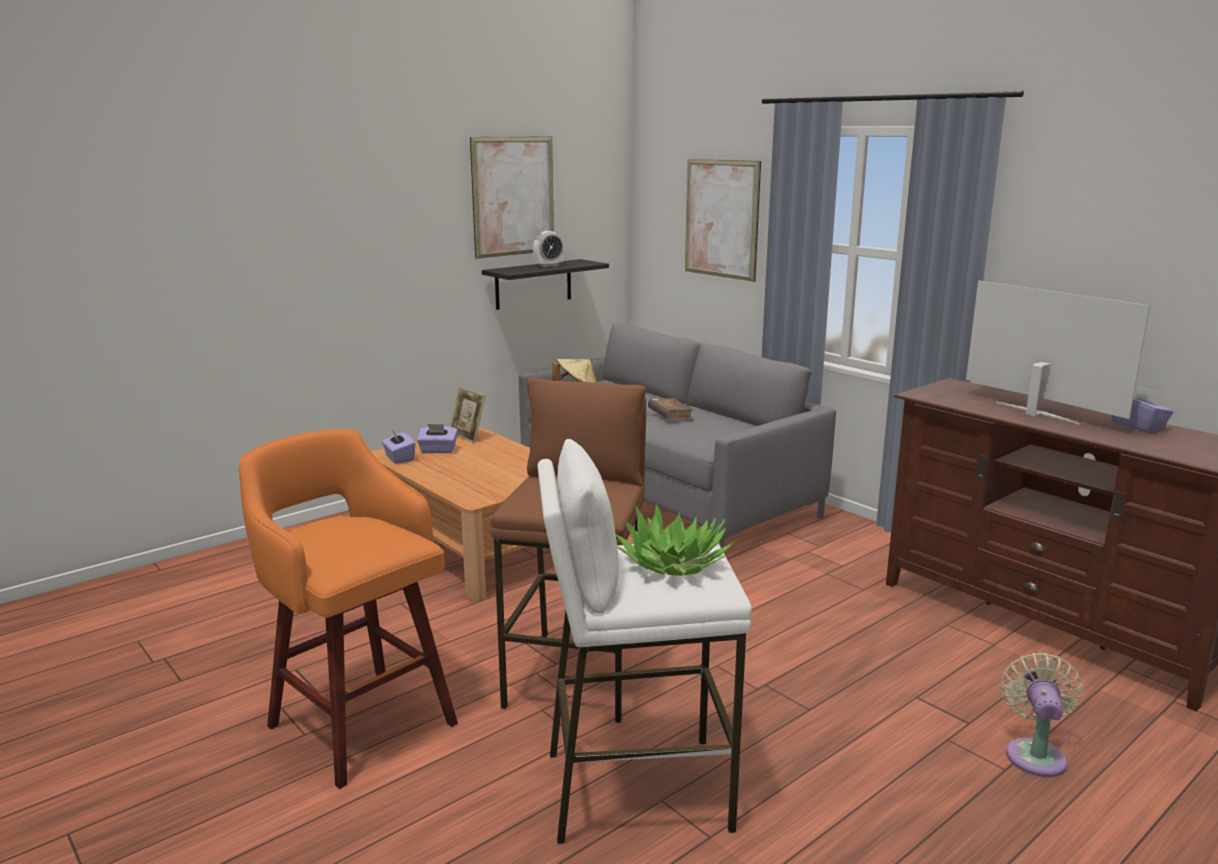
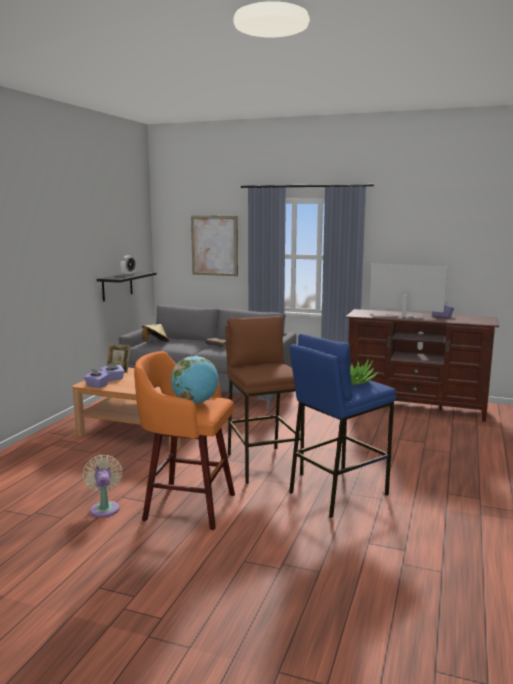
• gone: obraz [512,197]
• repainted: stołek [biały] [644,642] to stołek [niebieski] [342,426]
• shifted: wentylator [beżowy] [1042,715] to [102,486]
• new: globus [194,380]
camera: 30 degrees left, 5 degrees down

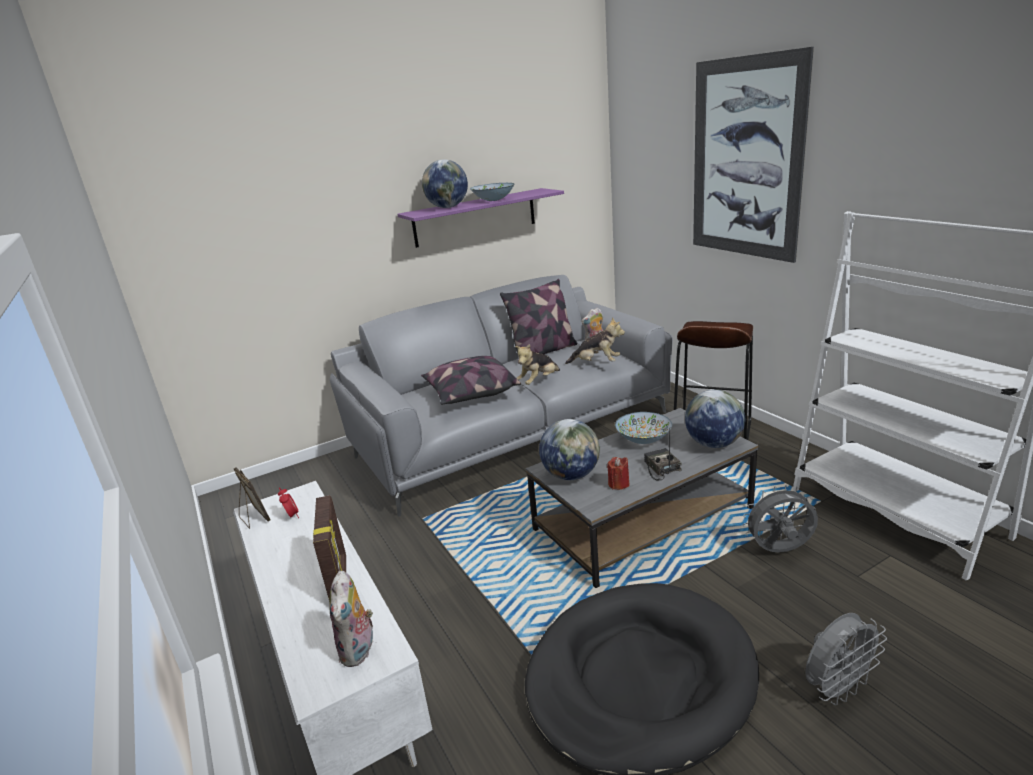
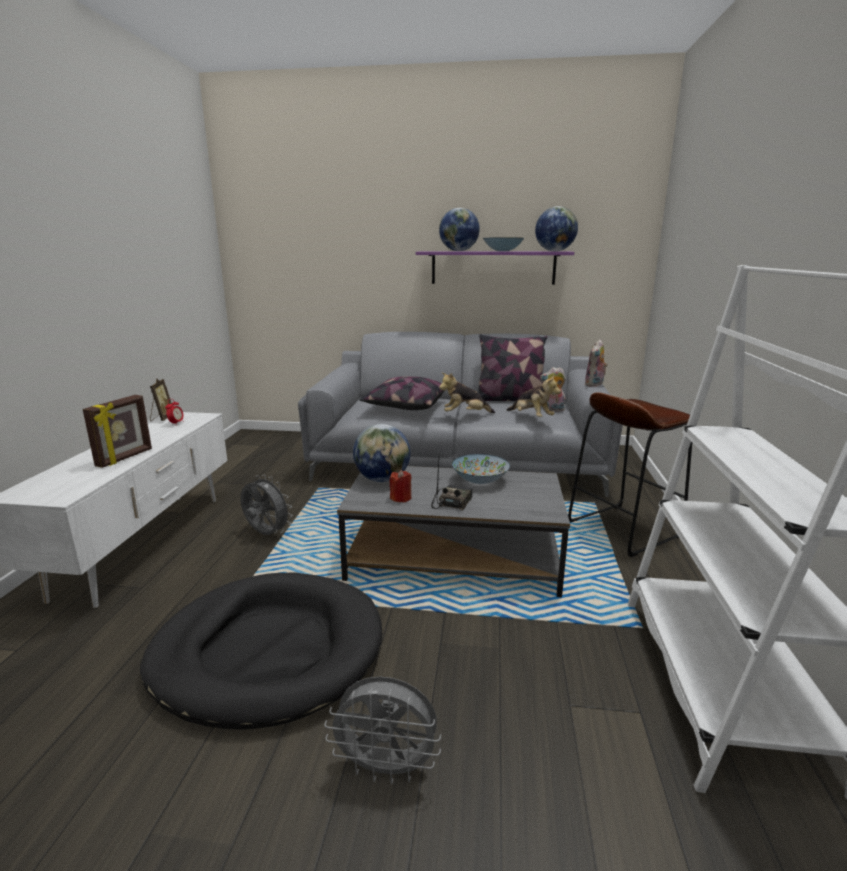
• shifted: pluszak [351,619] to [596,363]
• shifted: globus [715,419] to [556,228]
• gone: obraz [753,155]
• shifted: wentylator [szary] [780,519] to [266,504]
camera: 35 degrees right, 5 degrees down

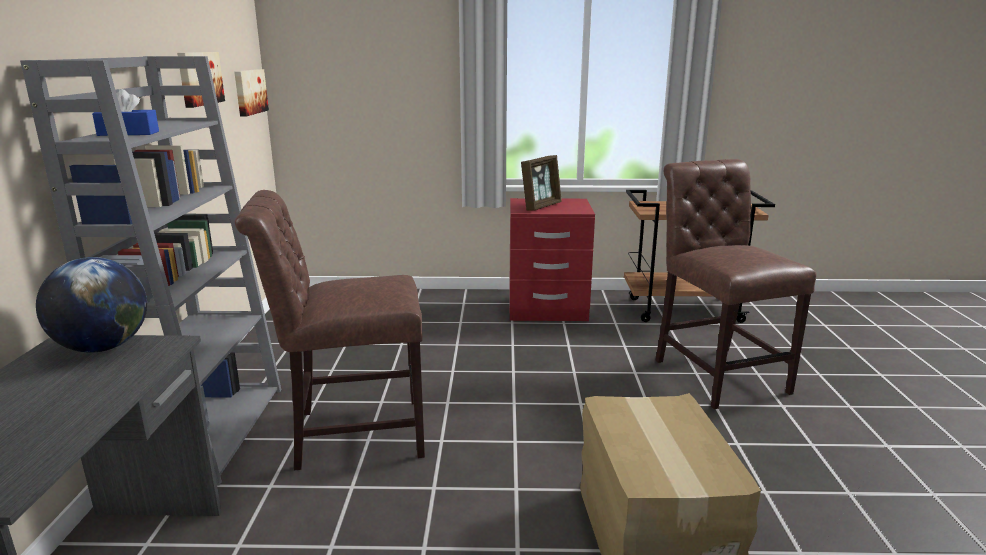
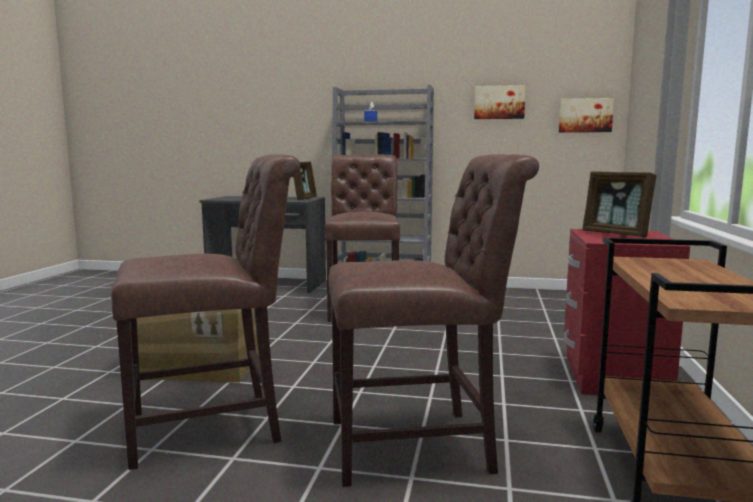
• swapped: globus [91,305] to ramka na zdjęcie [305,181]
• new: krzesło [brązowy] [205,312]
camera: 100 degrees right, 10 degrees down

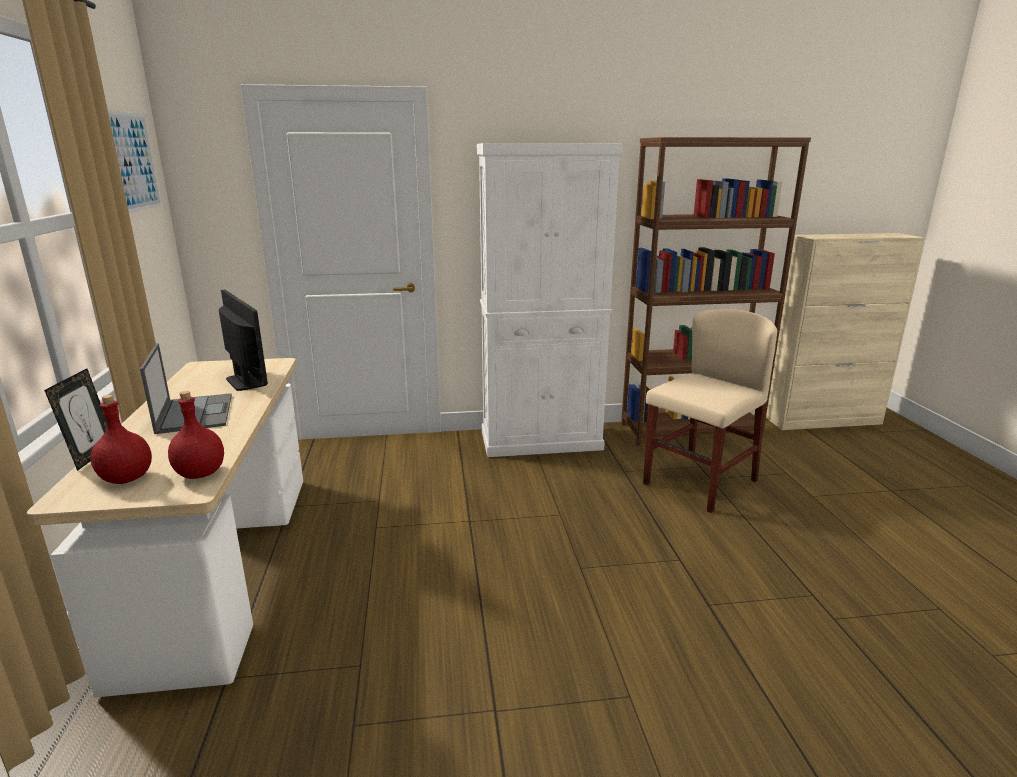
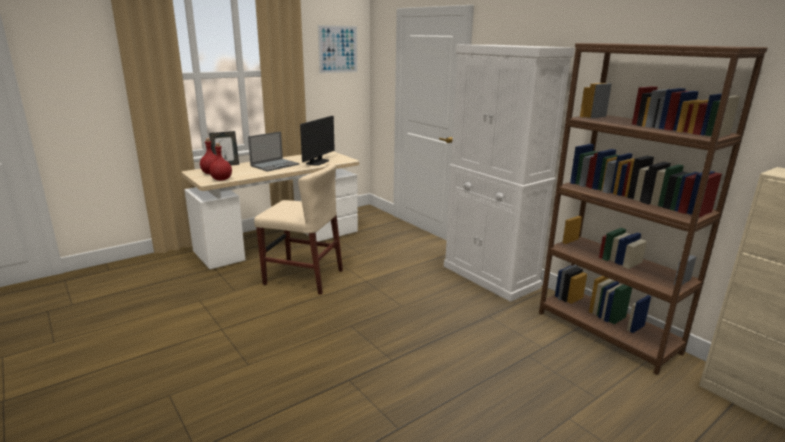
• shifted: krzesło [beżowy] [710,411] to [298,228]
camera: 60 degrees right, 0 degrees up

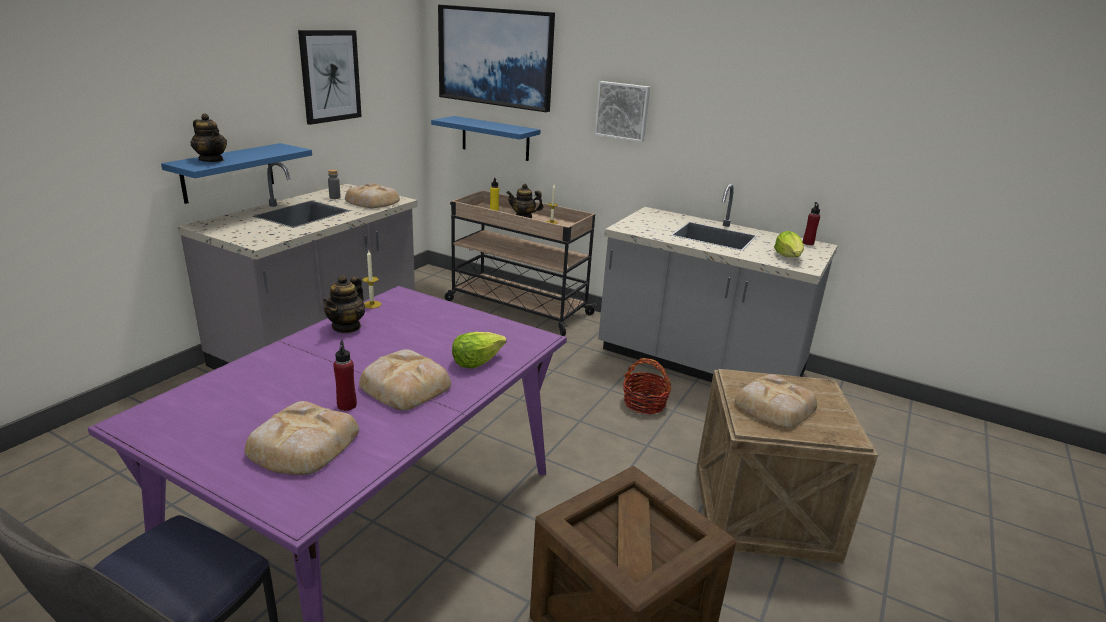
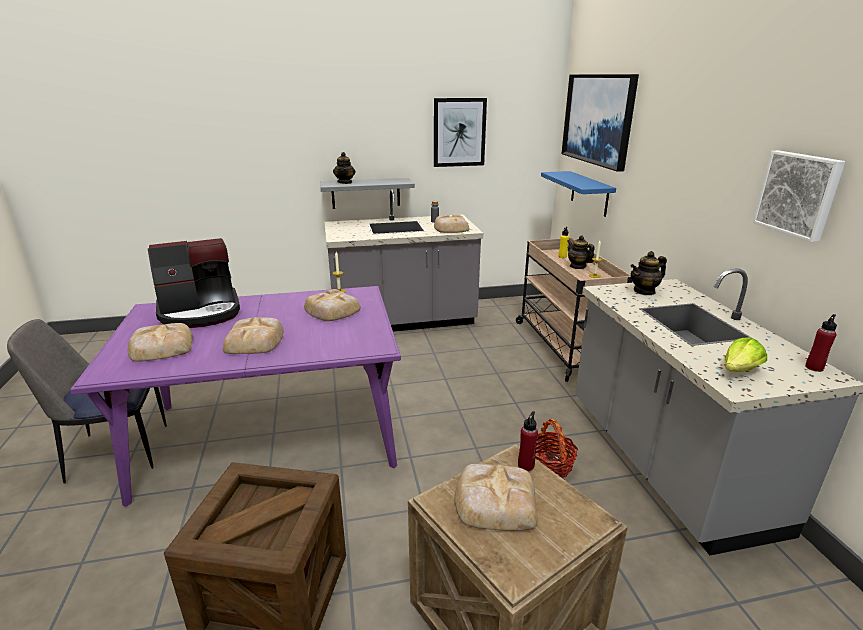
• repainted: półka [niebieski] [236,173] to półka [szary] [367,193]
• shifted: imbryk [344,304] to [649,273]
• shifted: butelka [czerwony] [345,376] to [528,441]
• gone: sałata [479,350]
• shifted: obraz [622,111] to [799,196]
• new: ekspres do kawy [194,283]
• new: chleb [332,305]
camera: 50 degrees right, 0 degrees up

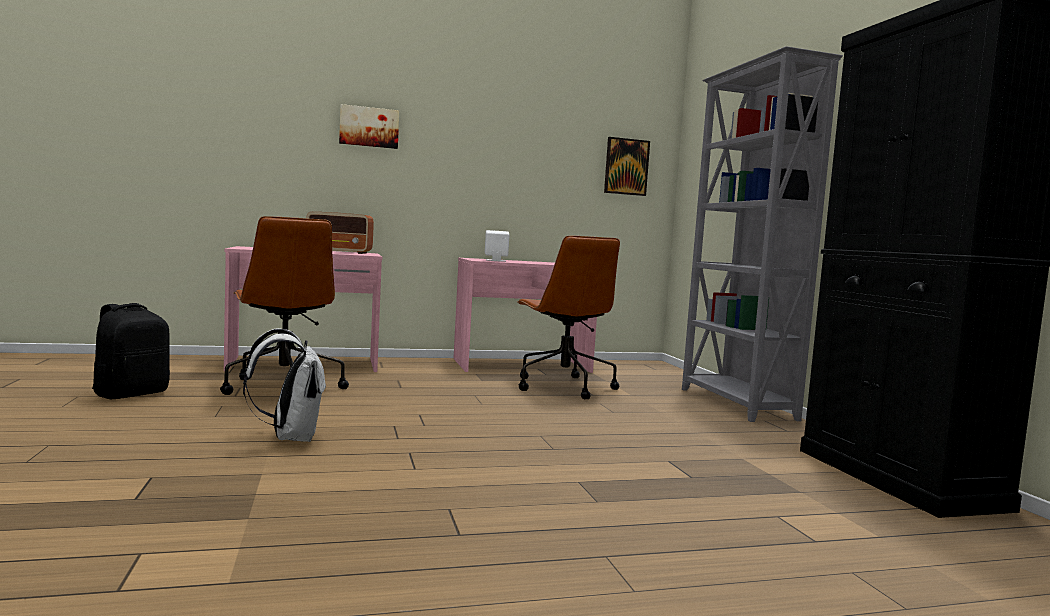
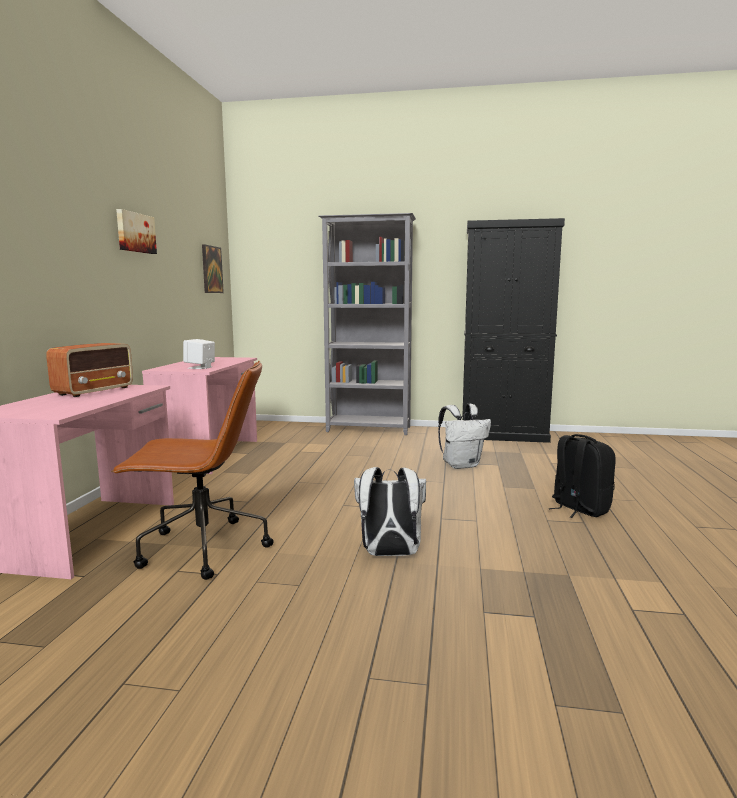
• shifted: plecak [czarny] [131,351] to [581,476]
• shifted: obraz [369,126] to [136,231]
• gone: krzesło biurowe [brązowy] [568,317]
• new: plecak [biały] [464,436]
camera: 65 degrees left, 5 degrees up

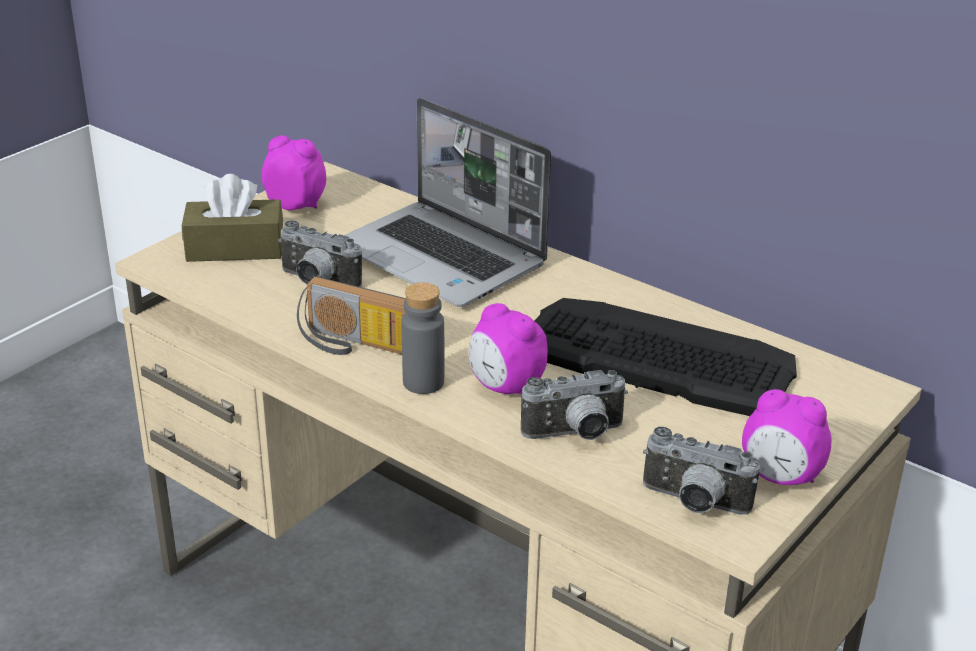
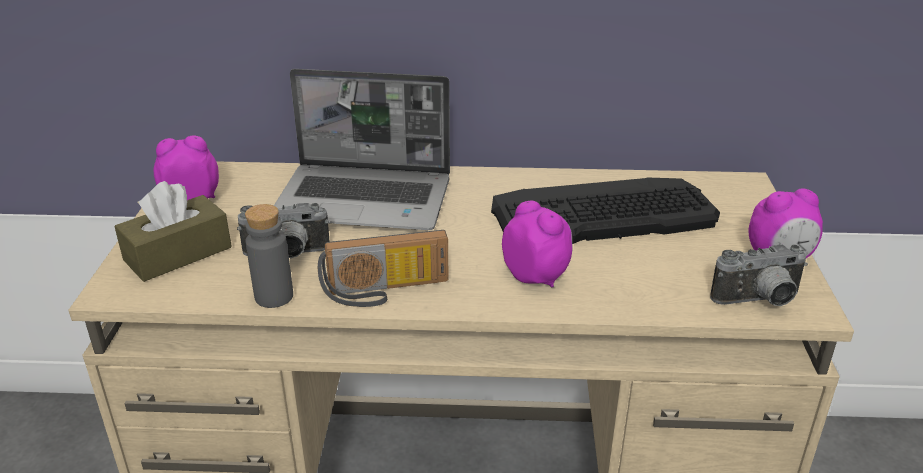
• shifted: butelka [szary] [422,338] to [269,256]
• rotated: budzik [508,348] = [537,244] 135 degrees counterclockwise
• gone: aparat fotograficzny [574,405]
camera: 35 degrees left, 0 degrees up

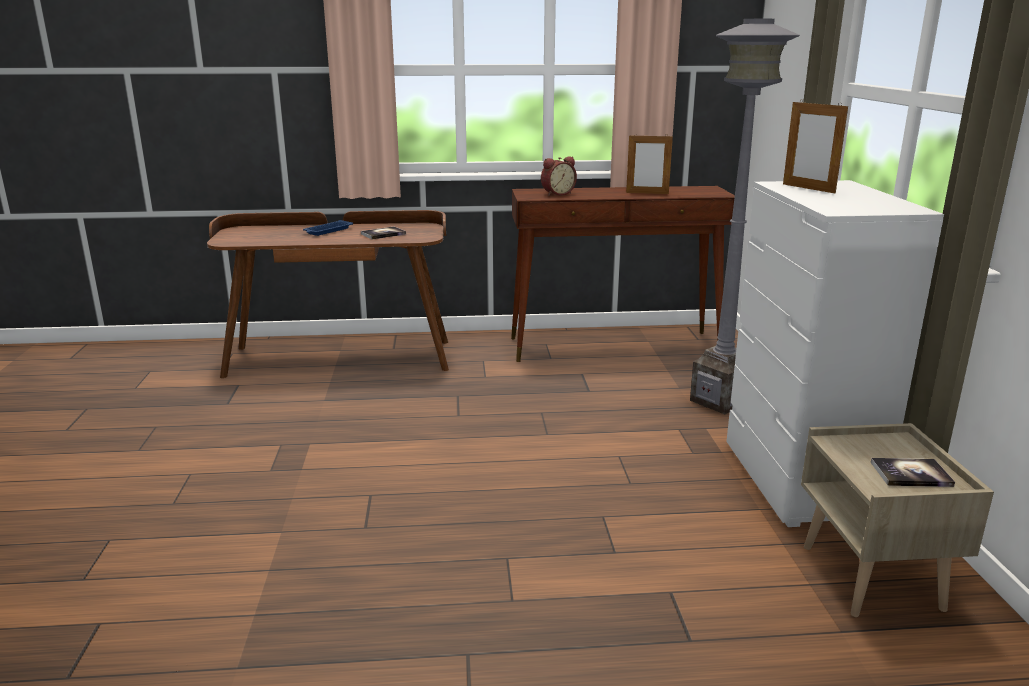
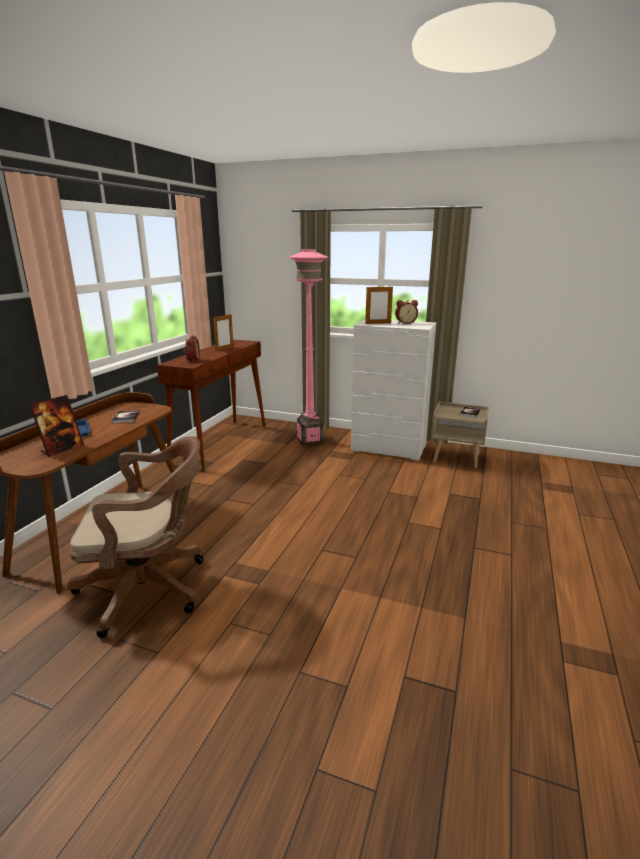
• repainted: lampa stojąca [szary] [745,216] to lampa stojąca [różowy] [309,347]
• new: ramka na zdjęcie [56,426]
• new: krzesło biurowe [brązowy] [136,537]
• new: budzik [406,312]
camera: 65 degrees left, 0 degrees up

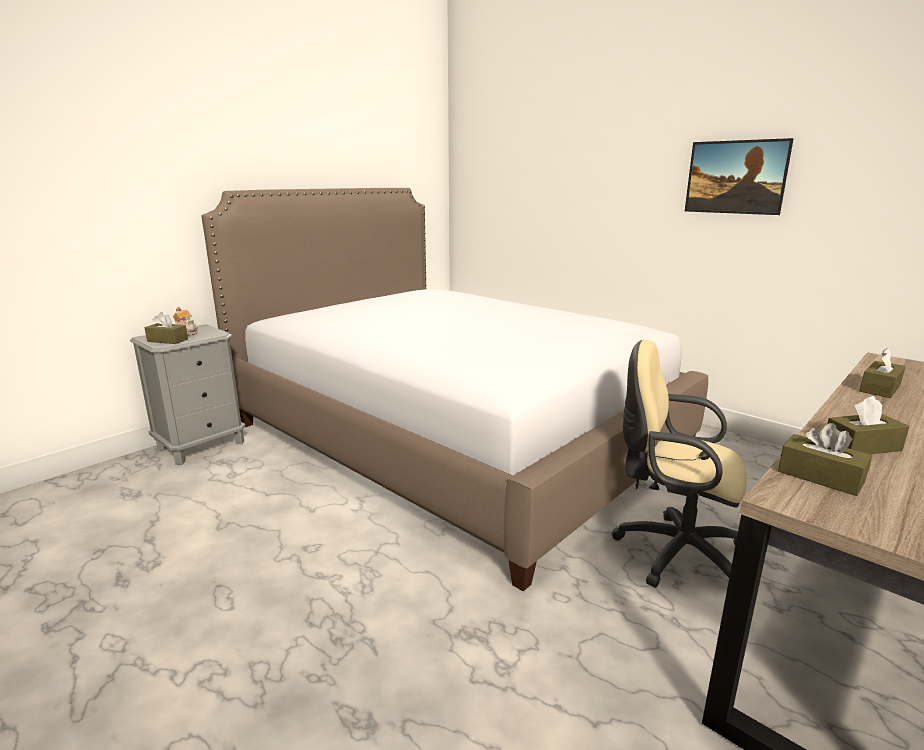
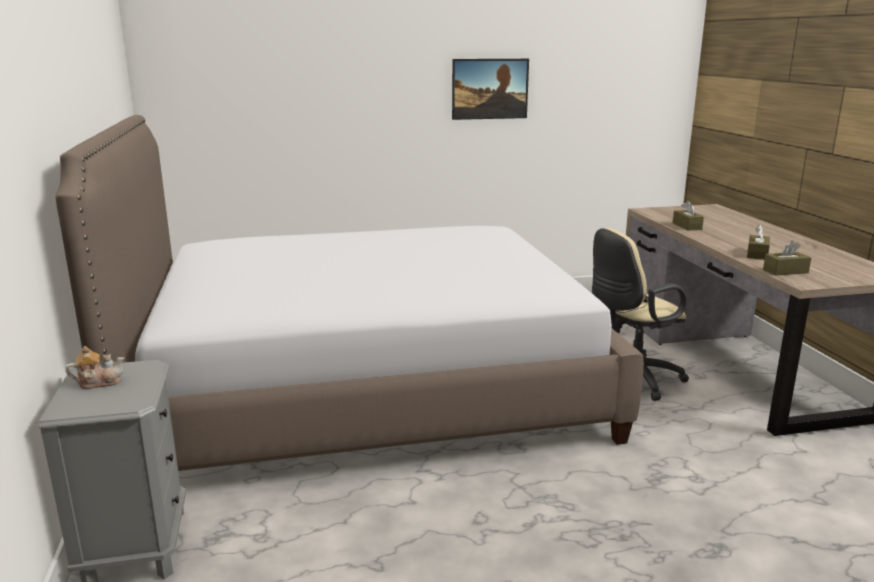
• gone: pudełko chusteczek [brązowy] [166,328]
camera: 55 degrees left, 0 degrees up

